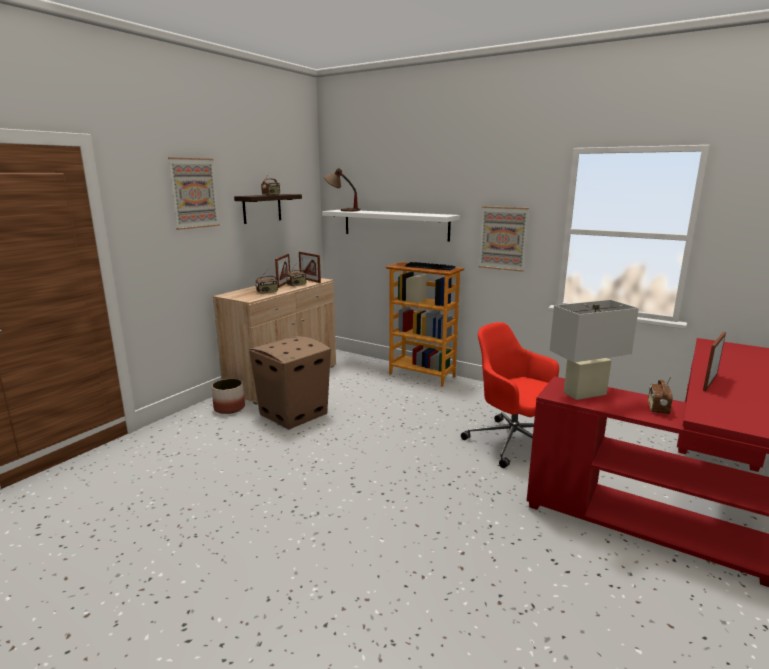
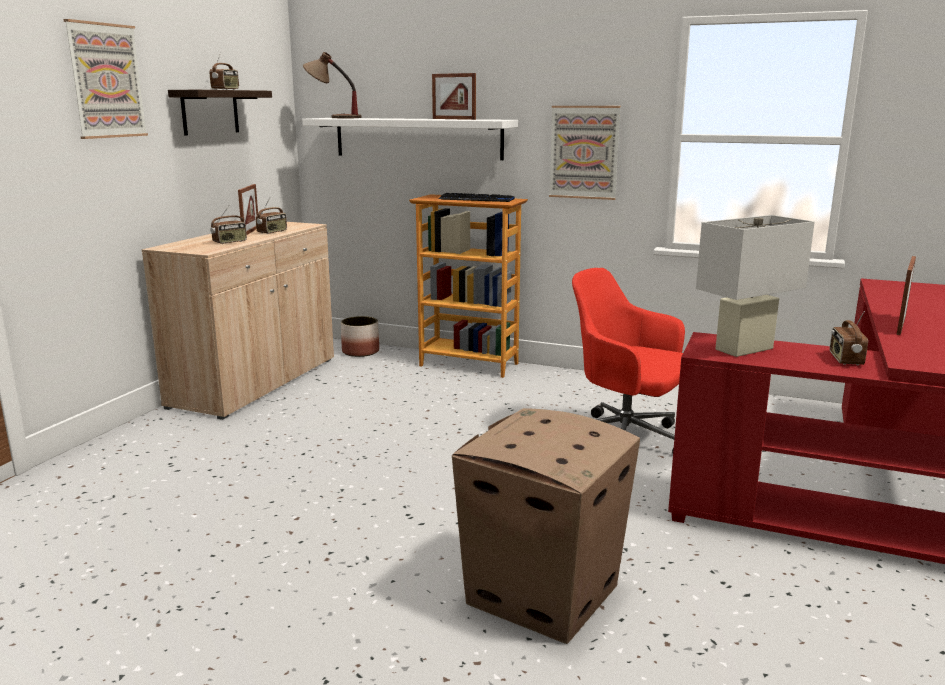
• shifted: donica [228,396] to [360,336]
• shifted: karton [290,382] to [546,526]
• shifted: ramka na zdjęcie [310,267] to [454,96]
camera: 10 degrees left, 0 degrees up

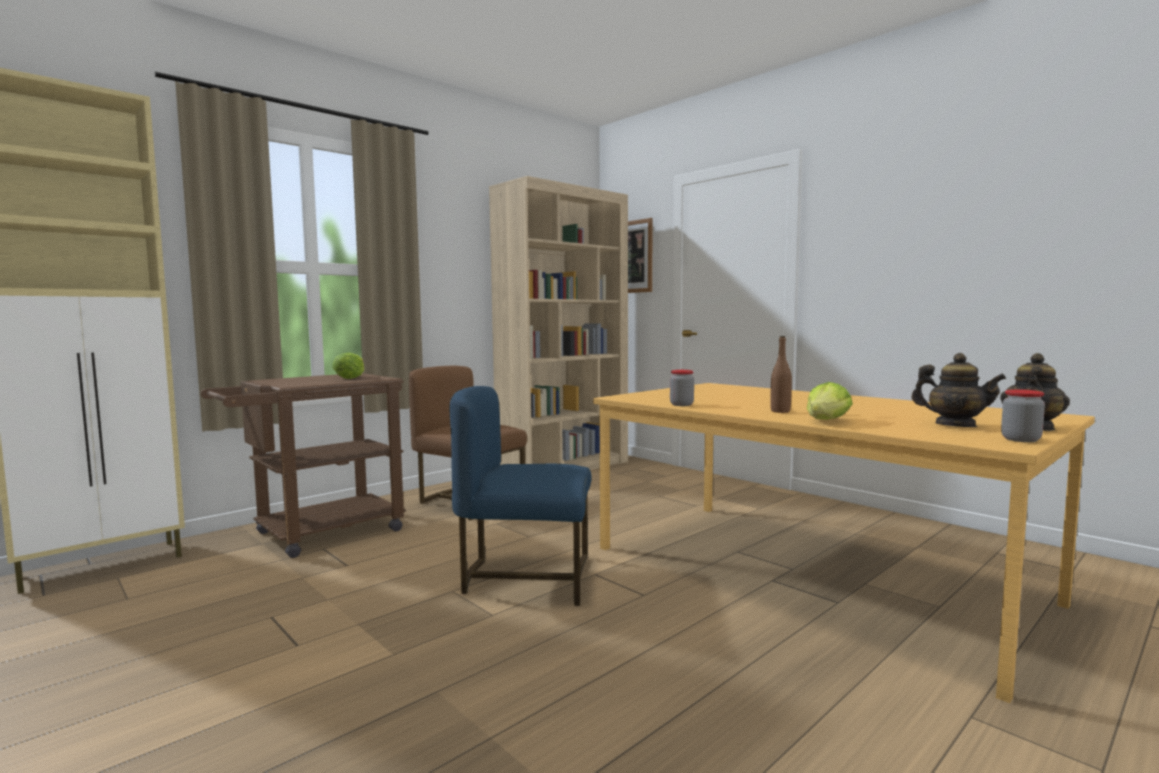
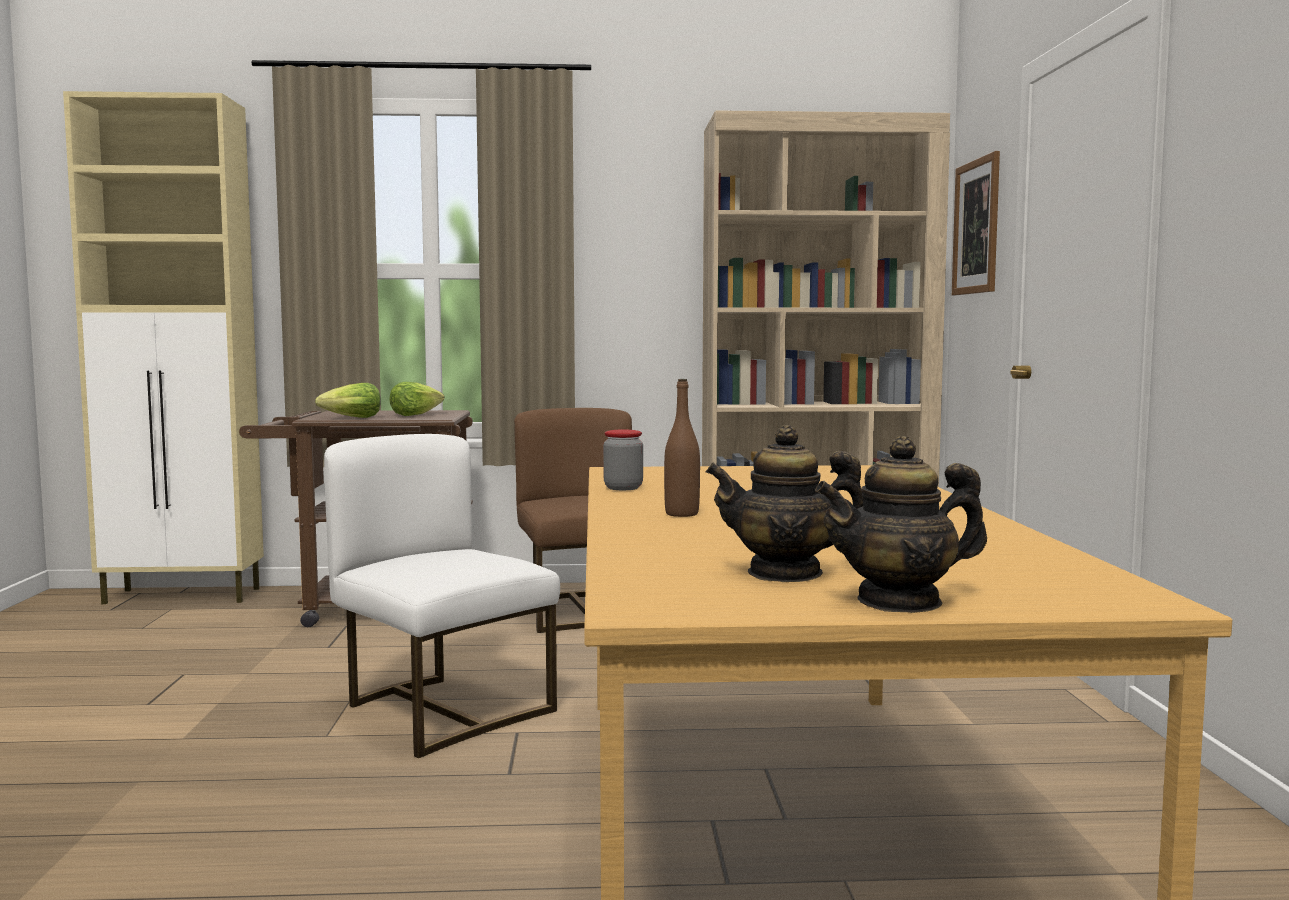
• repainted: krzesło [niebieski] [521,496] to krzesło [biały] [442,596]
• shifted: sałata [830,401] to [347,400]
• rotated: imbryk [958,390] = [784,503] 105 degrees clockwise
• gone: słoik [1023,415]
camera: 40 degrees right, 0 degrees up

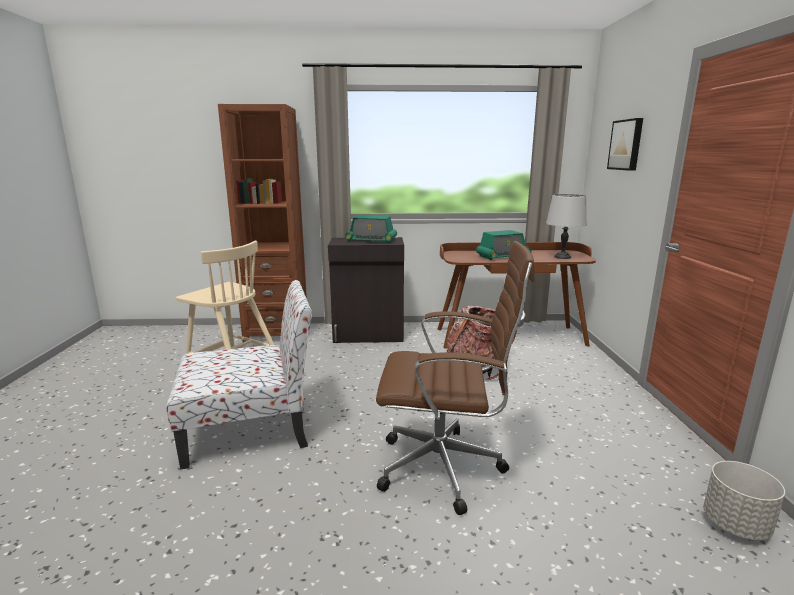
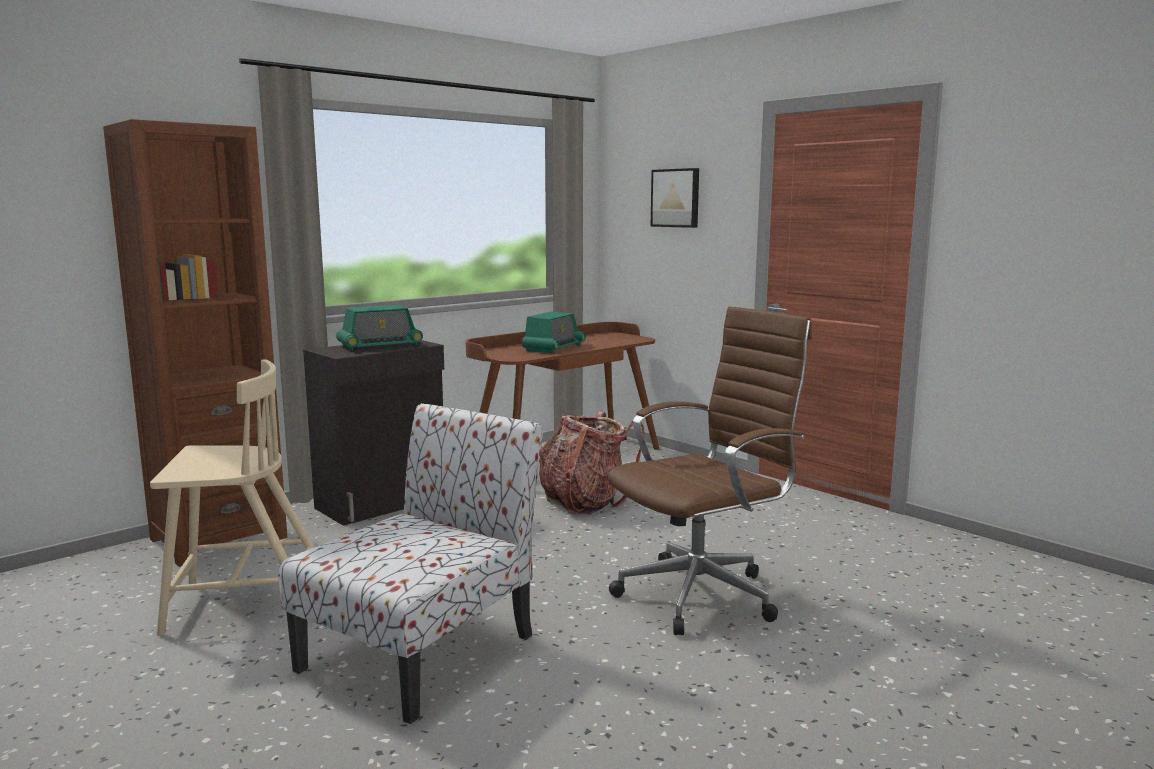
• gone: lampa stołowa [szary] [566,226]
• gone: donica [szary] [744,501]
camera: 40 degrees left, 5 degrees down

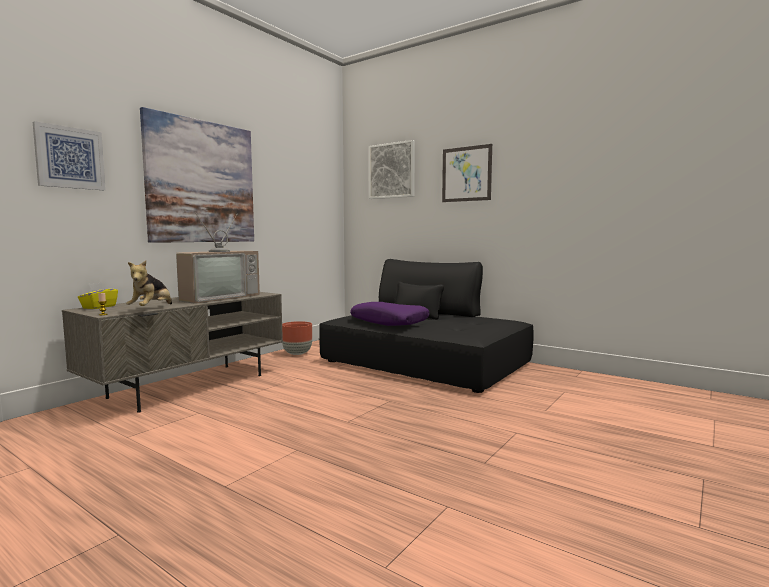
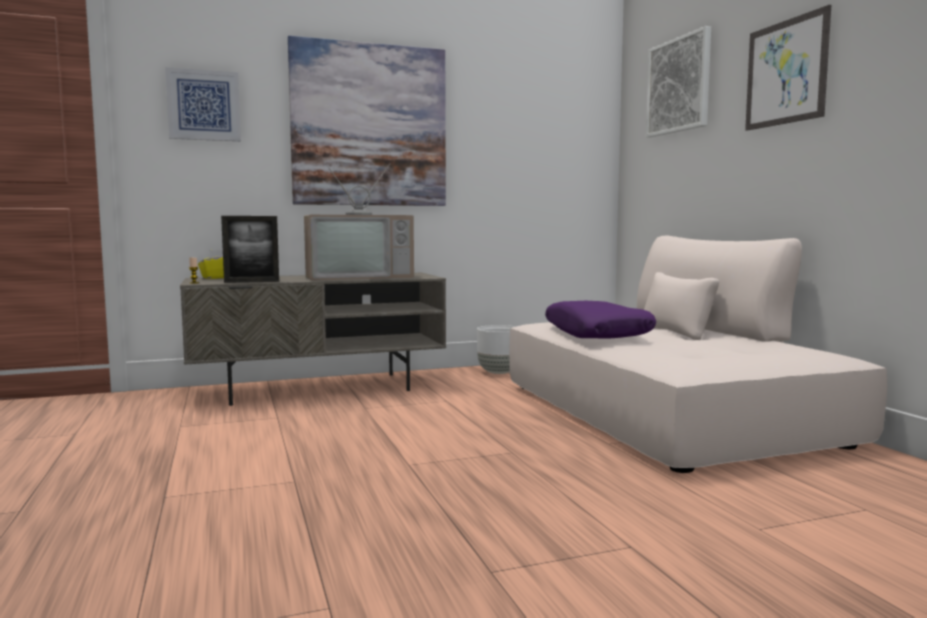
• swapped: pluszak [149,283] to ramka na zdjęcie [250,249]
• repainted: donica [brązowy] [297,338] to donica [biały] [496,349]
• repainted: kanapa [czarny] [426,326] to kanapa [beżowy] [698,354]
camera: 35 degrees right, 0 degrees up

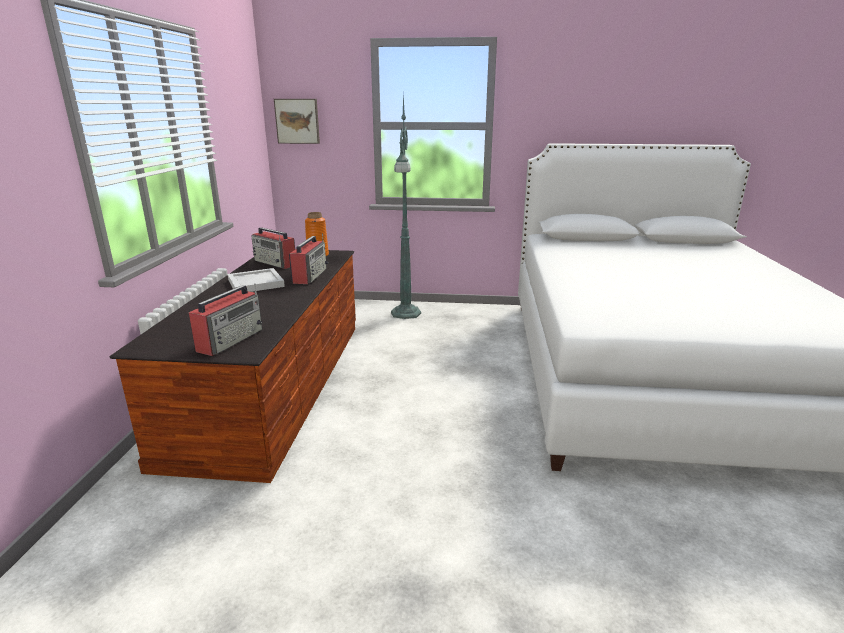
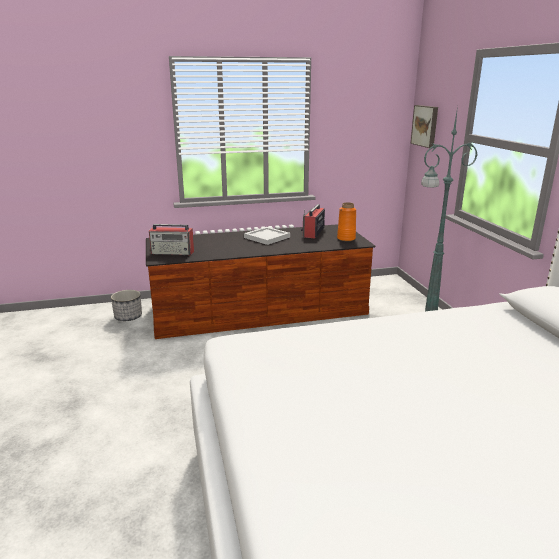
• gone: radio [308,259]
• new: donica [126,305]
camera: 70 degrees right, 0 degrees up

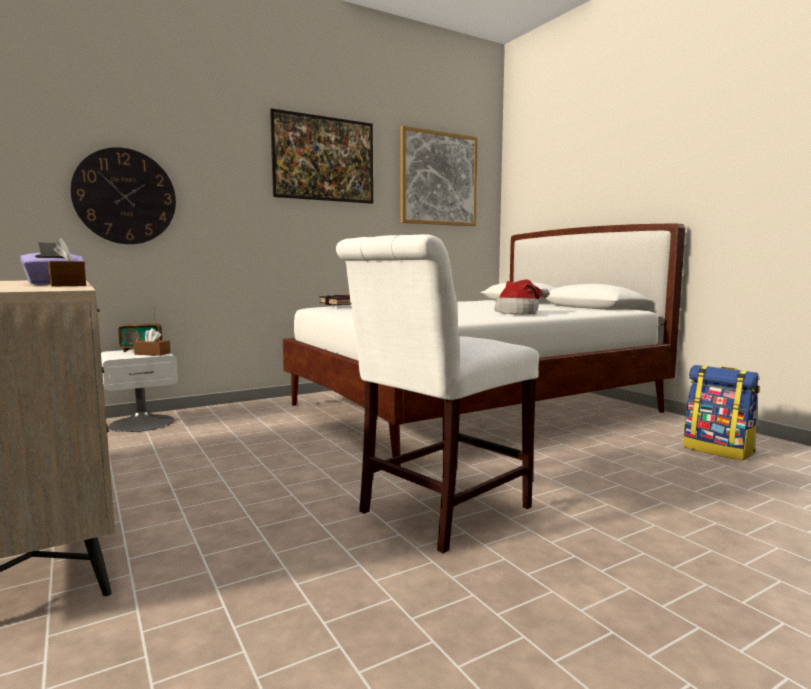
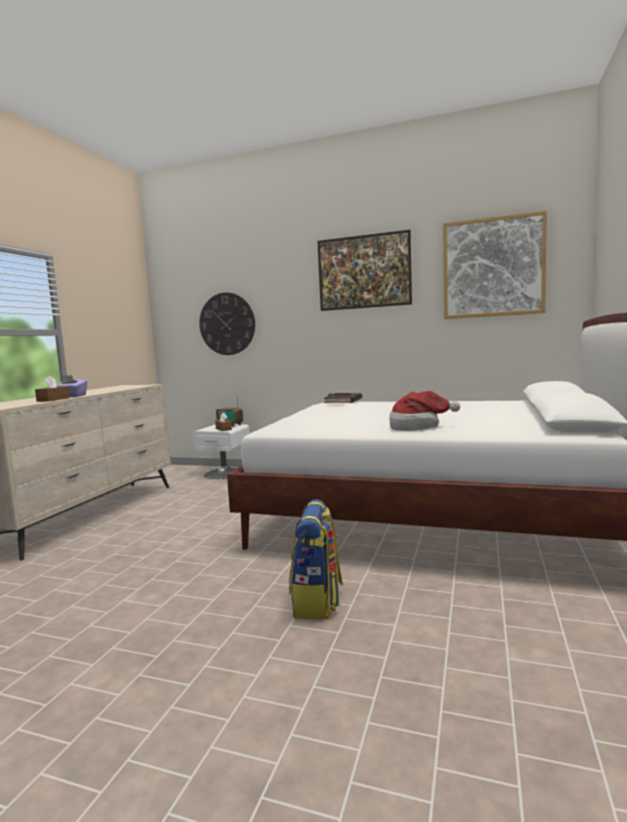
• gone: krzesło [biały] [437,393]
• shifted: plecak [721,413] to [316,559]
camera: 50 degrees right, 0 degrees up

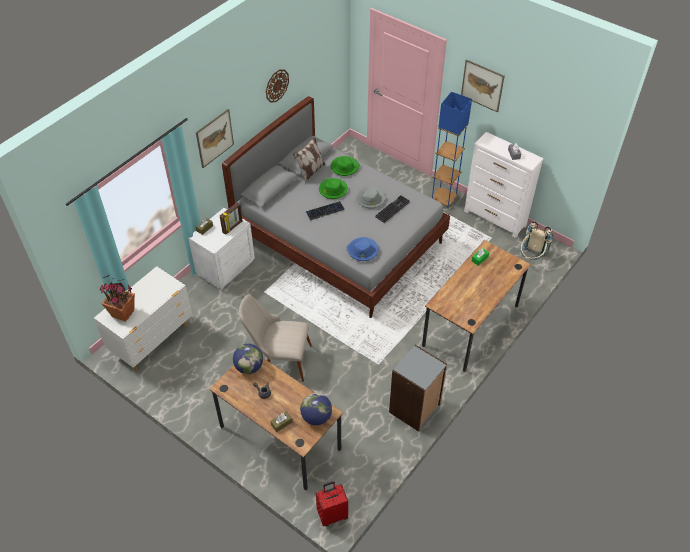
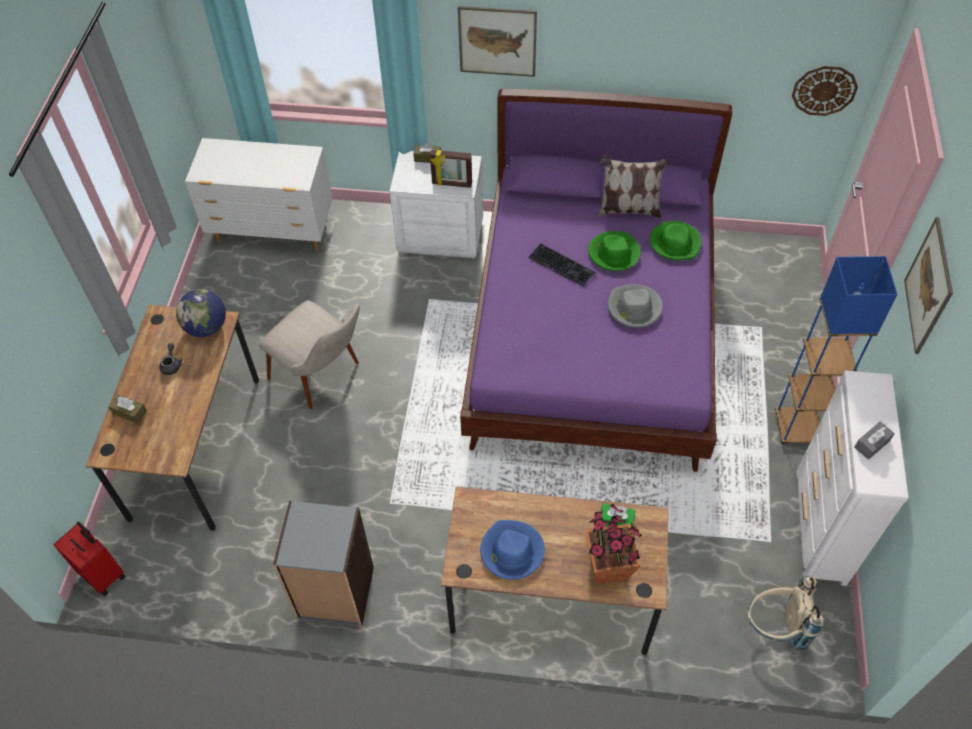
• shifted: roślina doniczkowa [117,298] to [613,544]
• repainted: łóżko [szary] [336,207] to łóżko [fioletowy] [596,280]
• rotated: krzesło [beżowy] [275,338] = [309,354] 150 degrees clockwise
• shifted: zegar ścienny [277,86] to [825,91]
• gone: globus [316,409]
• shifted: kapelusz [niebieski] [362,249] to [512,550]
• gone: klawiatura [392,209]
camera: 60 degrees right, 5 degrees up

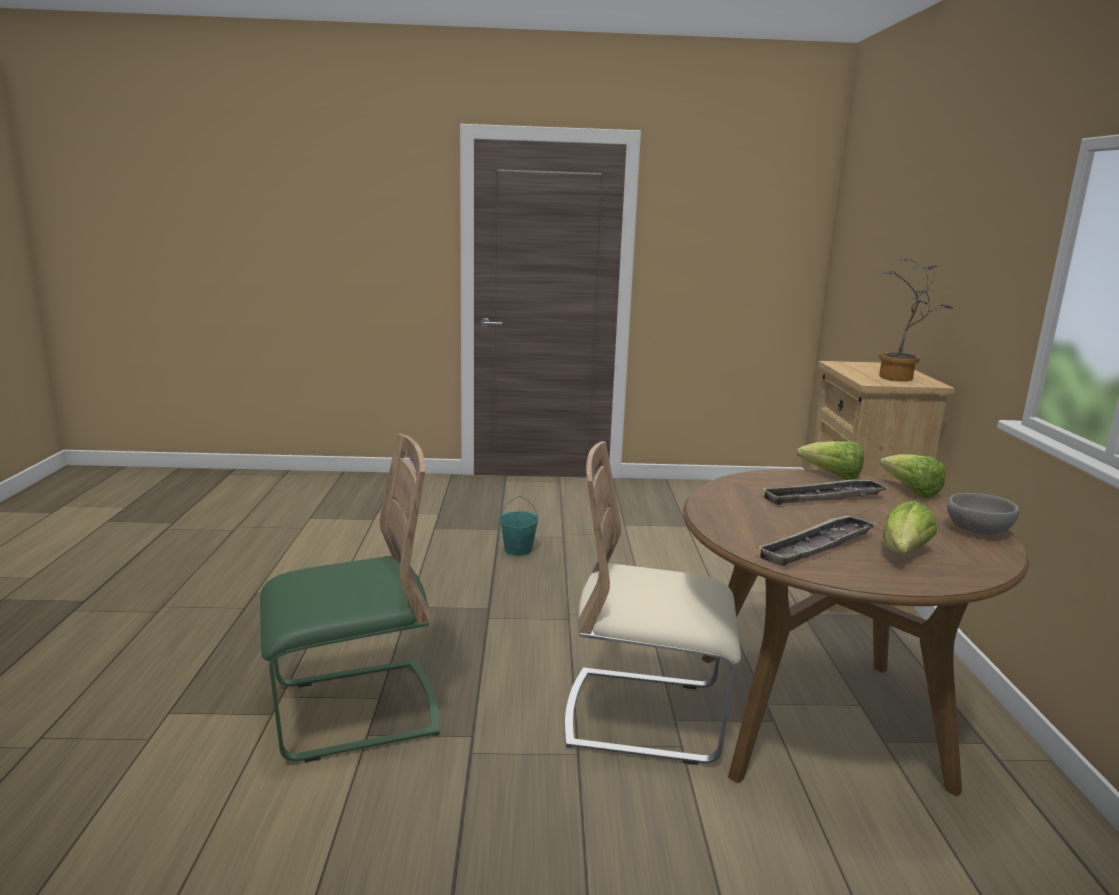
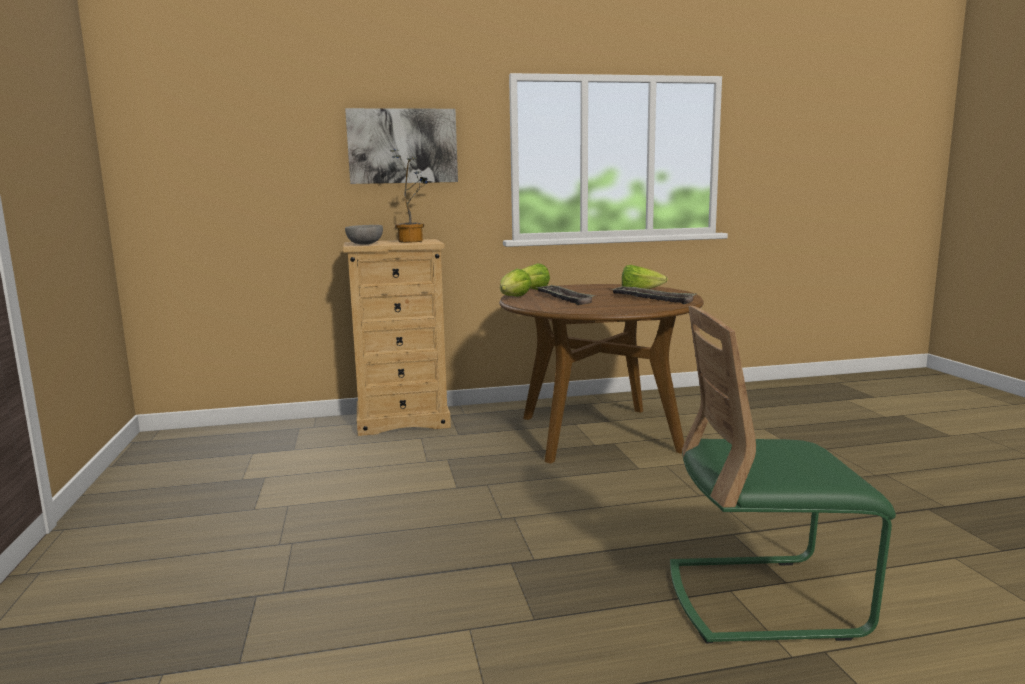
• rotated: krzesło [zielony] [350,598] = [783,475] 60 degrees counterclockwise
• gone: wiadro [turkusowy] [519,526]
• gone: krzesło [beżowy] [652,603]
• shifted: miska [szary] [983,514] to [364,234]
• new: obraz [401,146]
camera: 100 degrees left, 5 degrees down

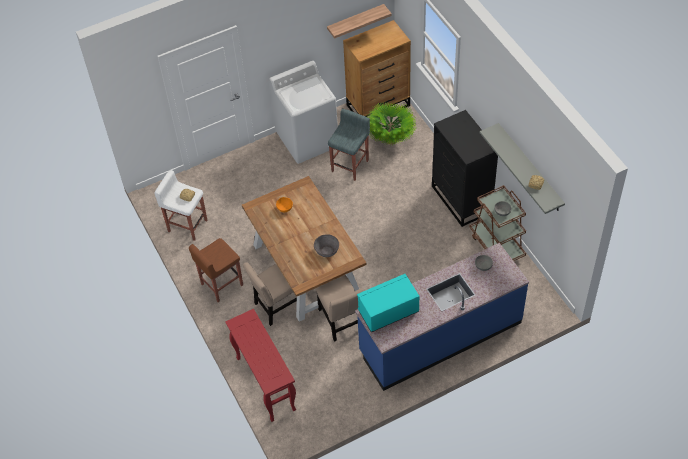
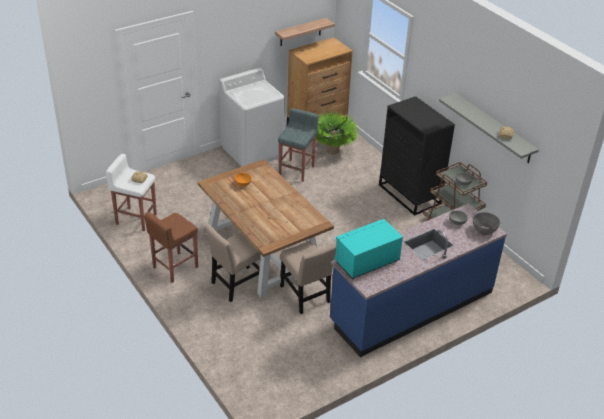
• gone: stolik konsolowy [czerwony] [260,365]
• shifted: miska [szary] [326,245] to [486,223]
camera: 10 degrees left, 15 degrees down

